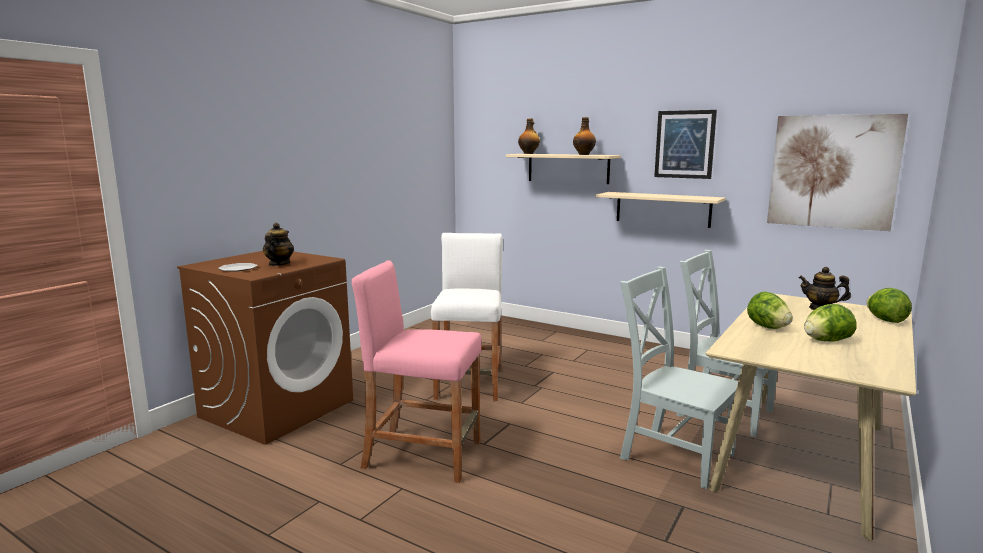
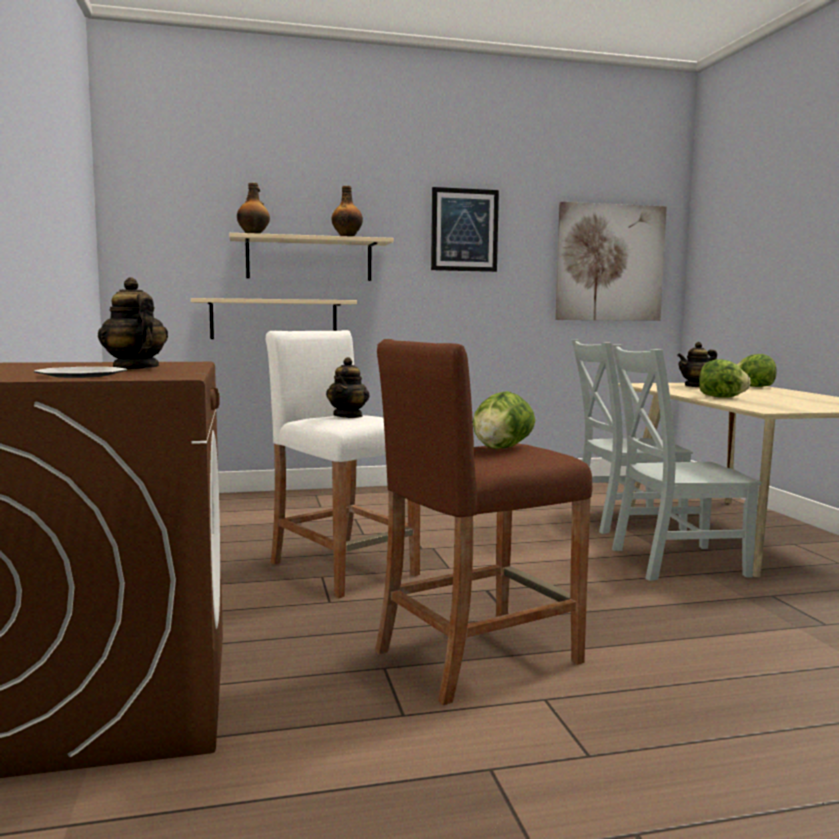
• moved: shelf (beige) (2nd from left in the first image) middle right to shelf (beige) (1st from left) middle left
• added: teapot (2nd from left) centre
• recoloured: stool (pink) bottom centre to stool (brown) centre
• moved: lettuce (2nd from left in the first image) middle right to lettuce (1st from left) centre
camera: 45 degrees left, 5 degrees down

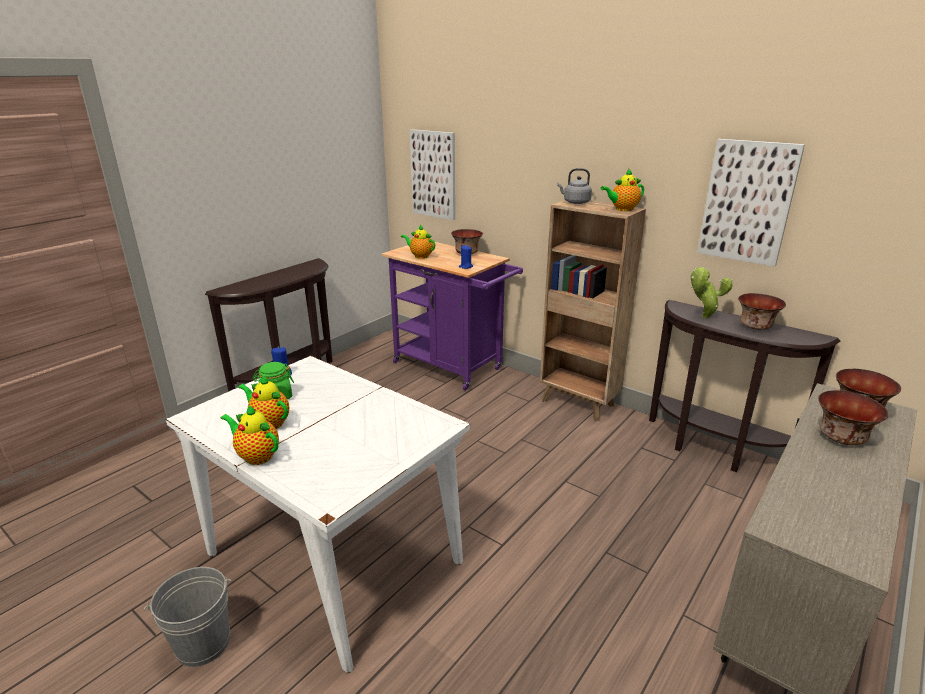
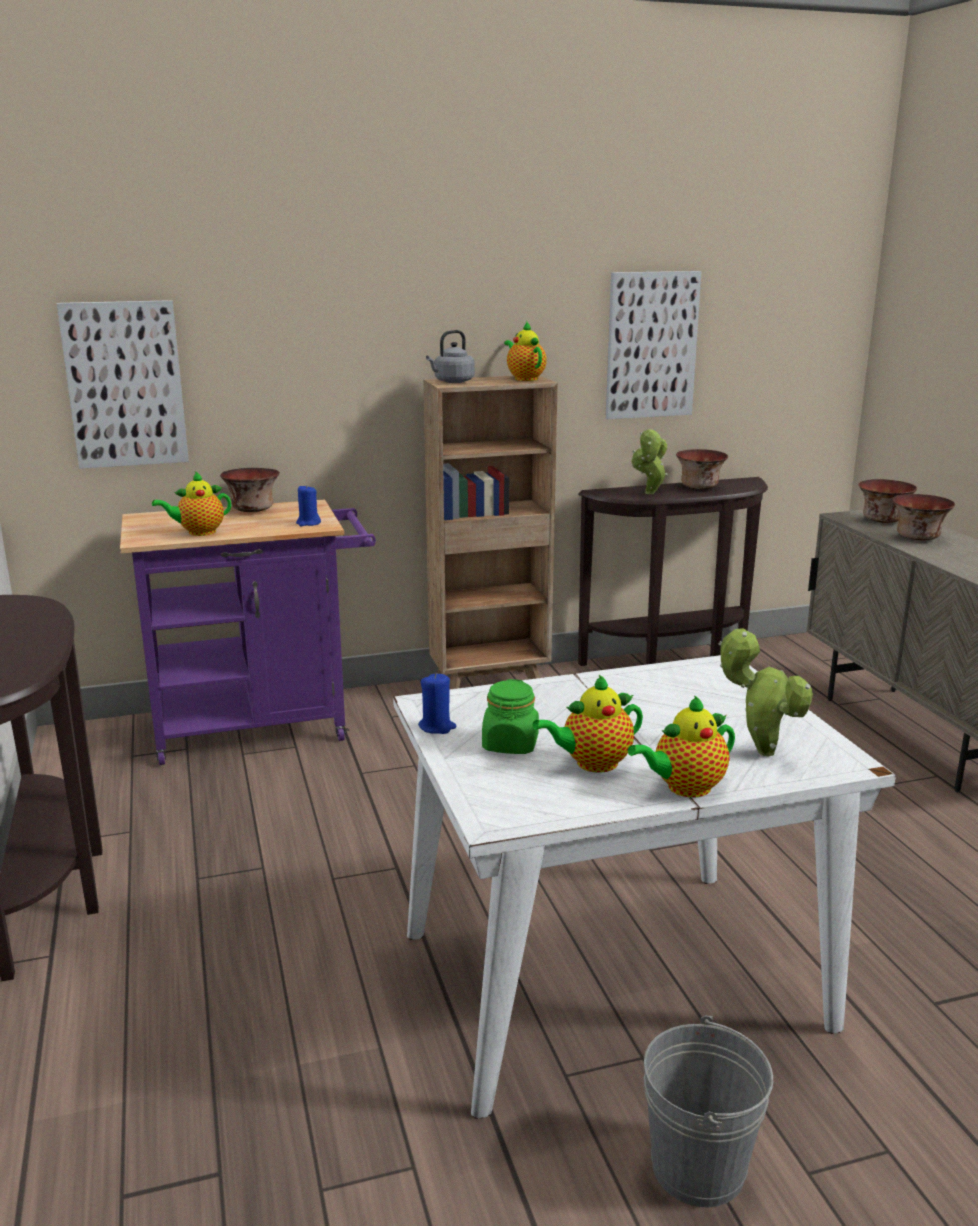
• turned: teapot (4th from left in the first image) top right = top centre 135 degrees clockwise
• added: potted plant (2nd from left) middle right
camera: 55 degrees left, 5 degrees down

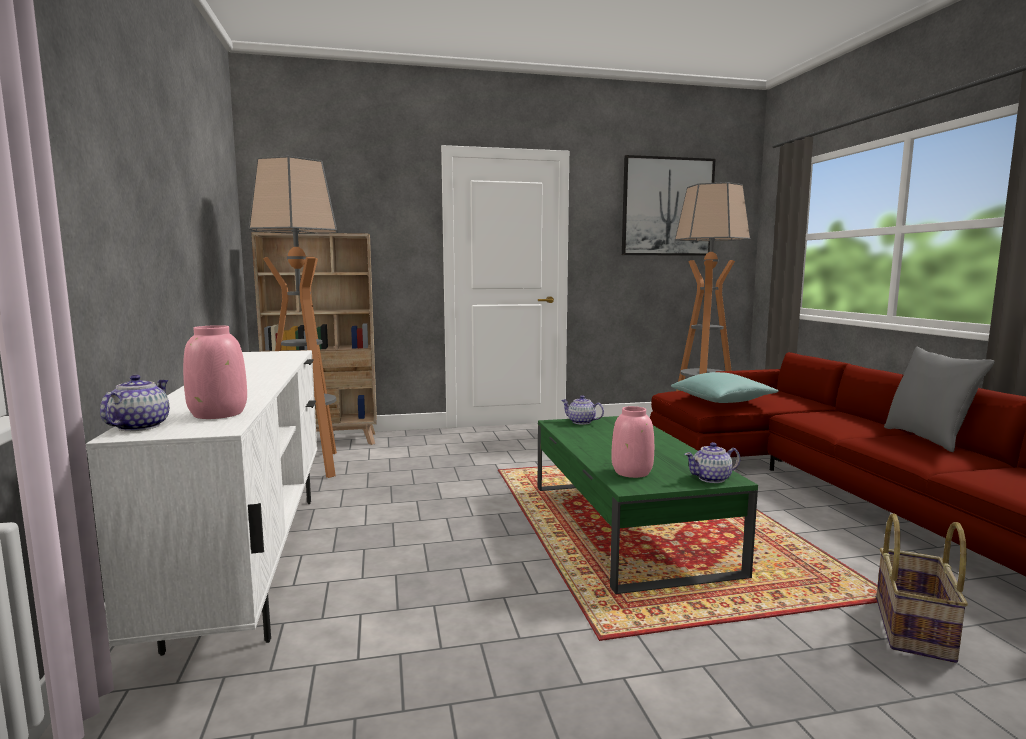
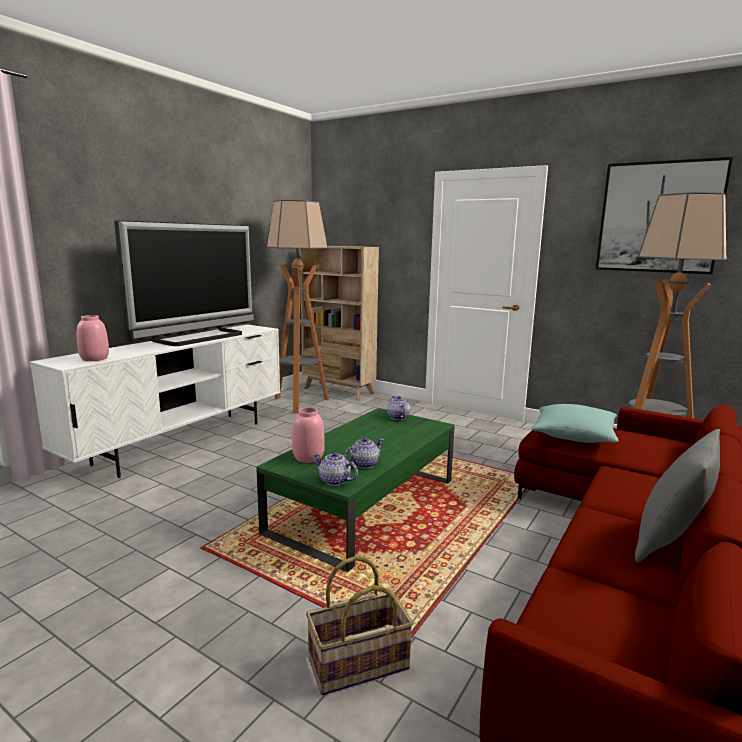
• added: television middle left
• moved: teapot (1st from left in the first image) middle left to teapot (2nd from left) centre
camera: 45 degrees right, 5 degrees up

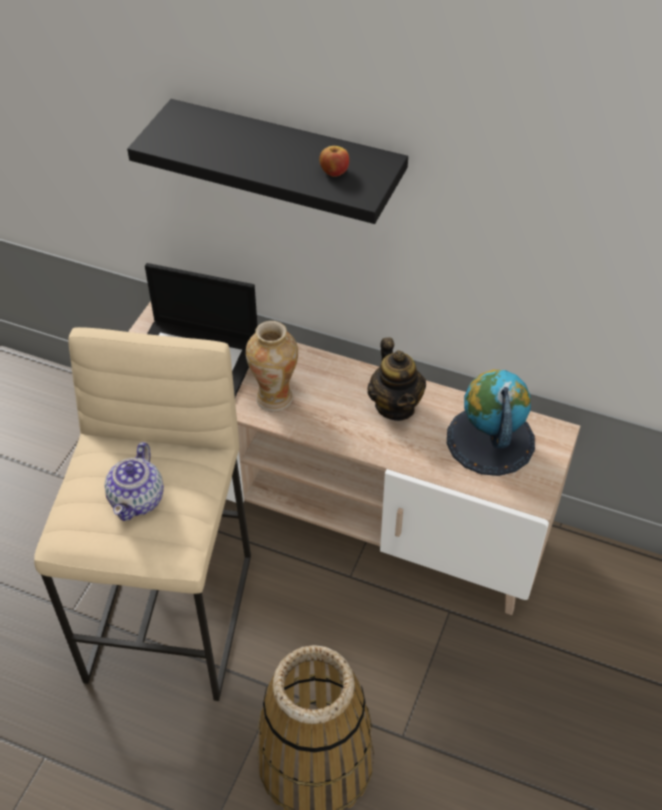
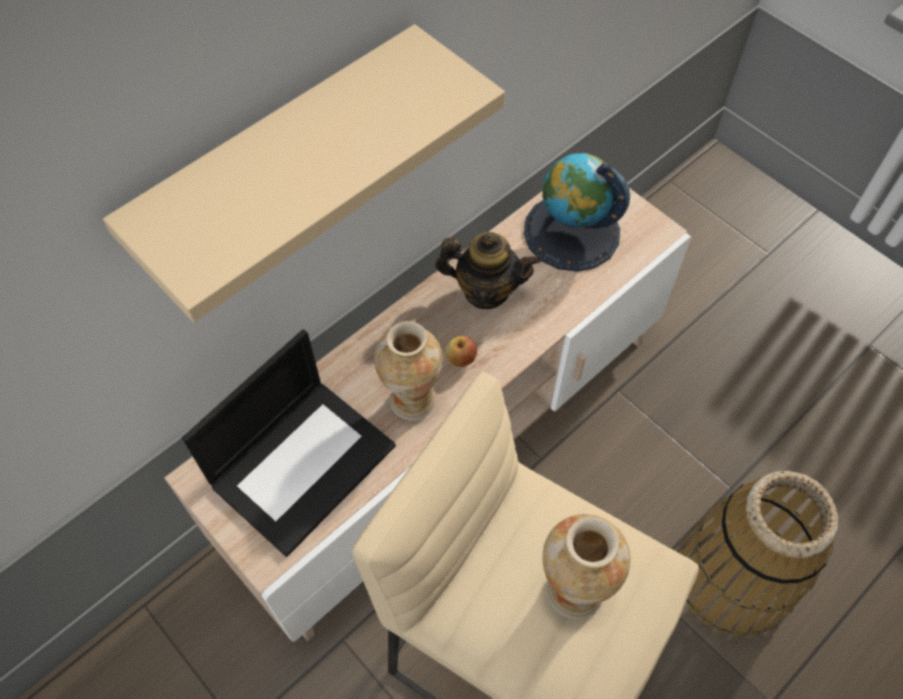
• recoloured: shelf (black) top centre to shelf (beige) top centre
• moved: apple top centre to centre
• replaced: teapot (1st from left) middle left to vase (2nd from left) bottom centre
camera: 65 degrees left, 10 degrees up

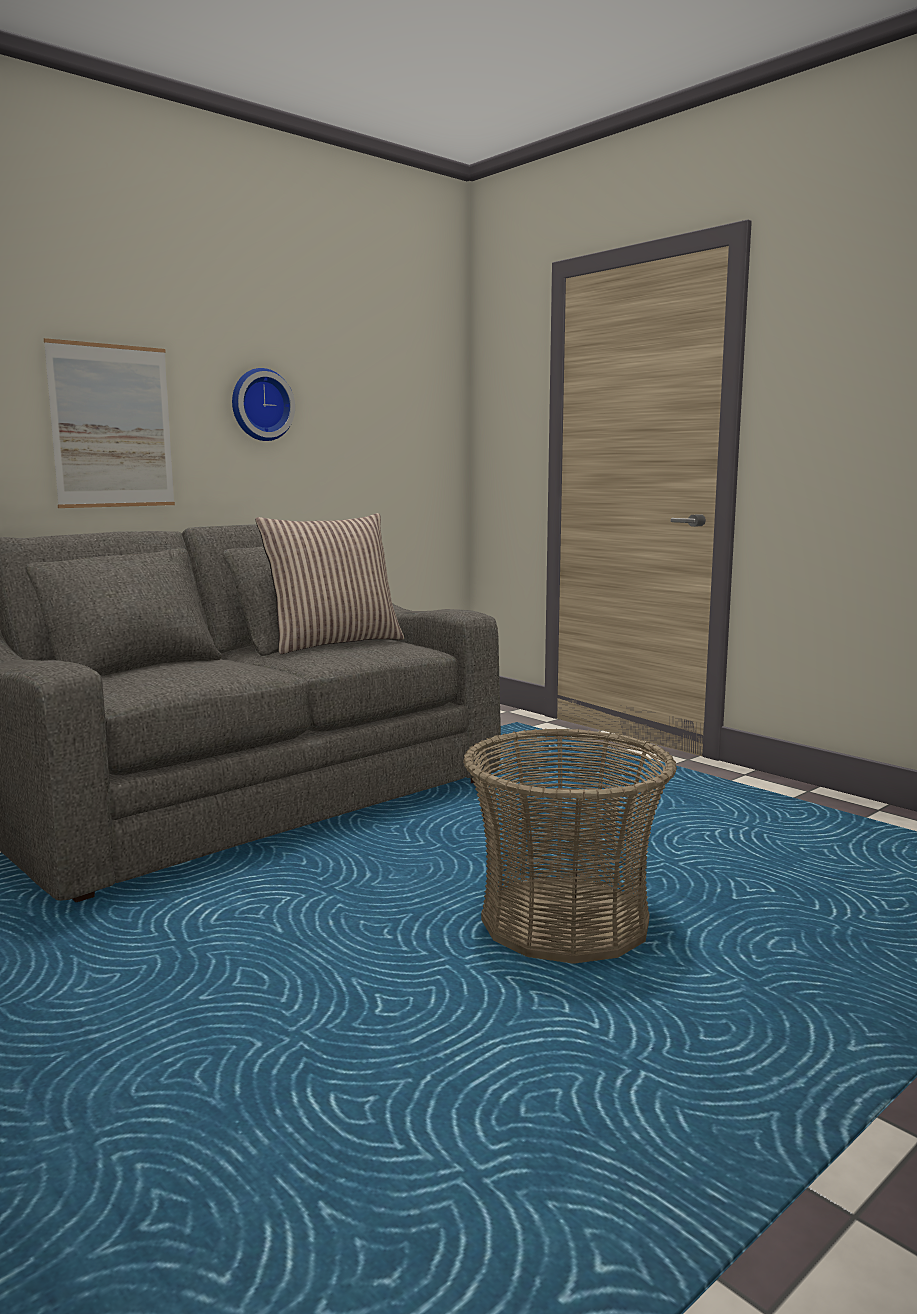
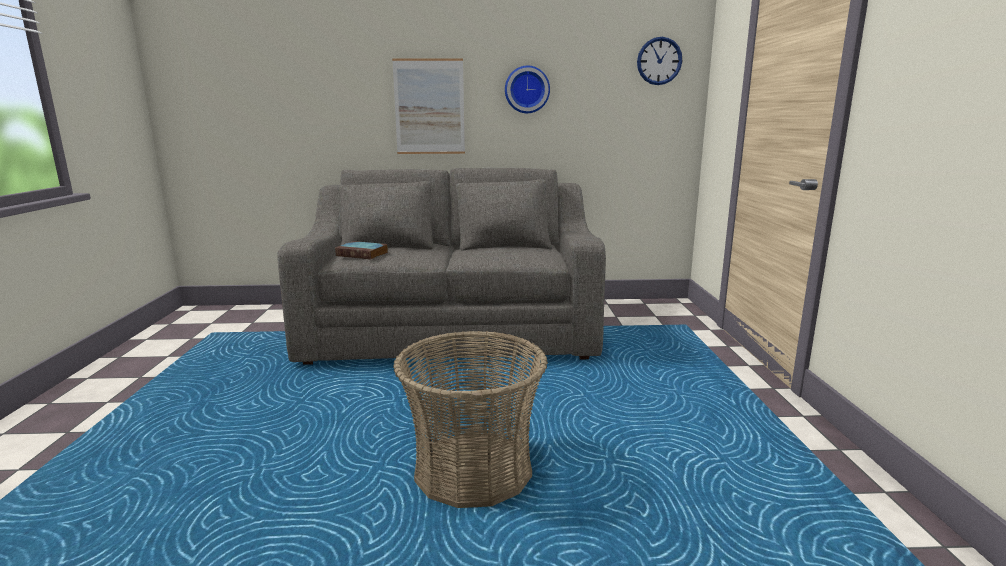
• added: book centre
• added: wall clock (2nd from left) top centre
• removed: pillow centre
camera: 40 degrees right, 5 degrees up

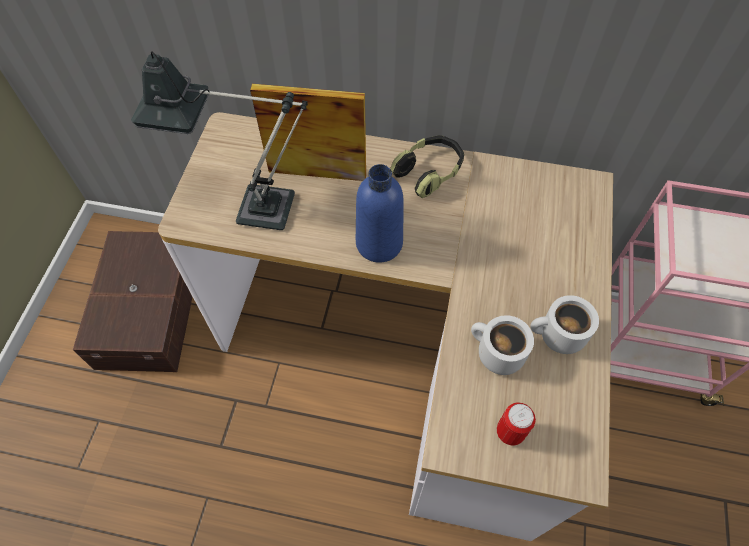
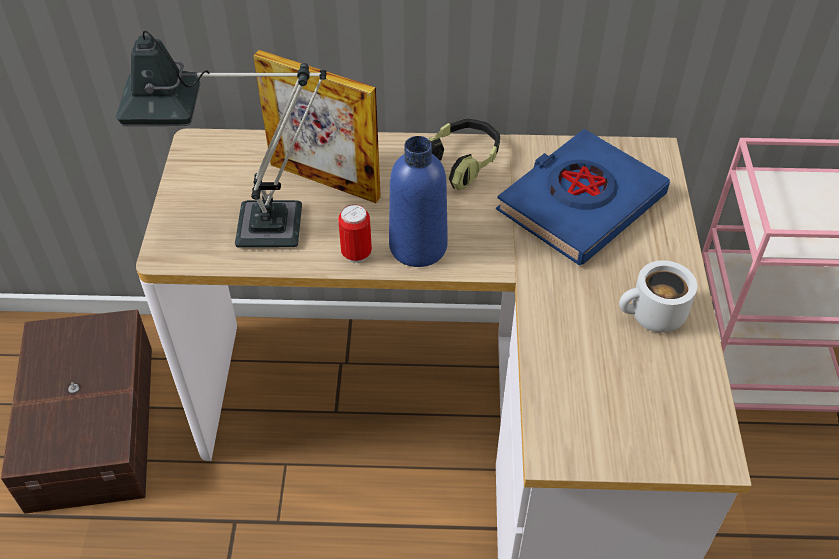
• turned: picture frame top centre = top centre 150 degrees counterclockwise
• moved: can bottom right to centre
• added: book (blue) middle right
• removed: mug (white) (1st from left) middle right
camera: 10 degrees left, 10 degrees down

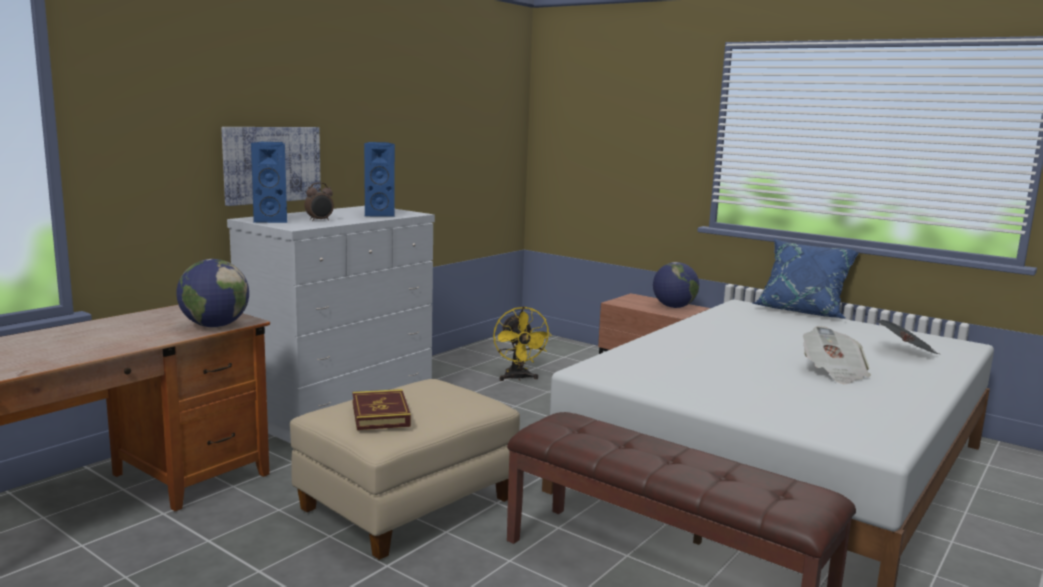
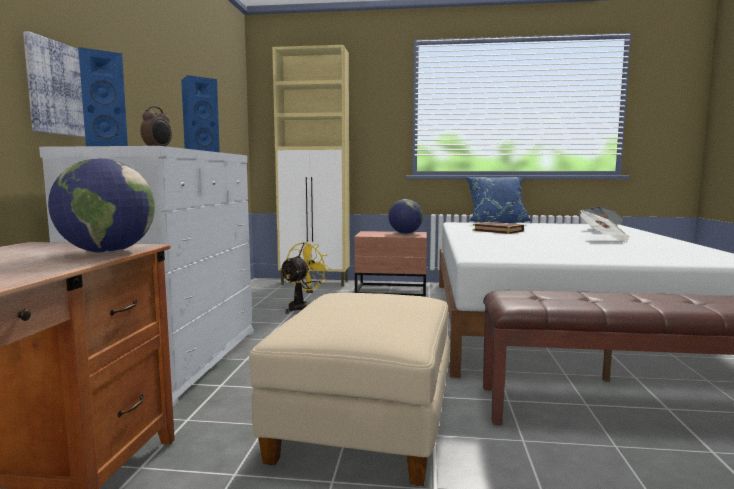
• added: cabinet (beige) centre
• turned: fan (yellow) centre = centre 105 degrees counterclockwise
• moved: book bottom centre to middle right
camera: 30 degrees left, 5 degrees down

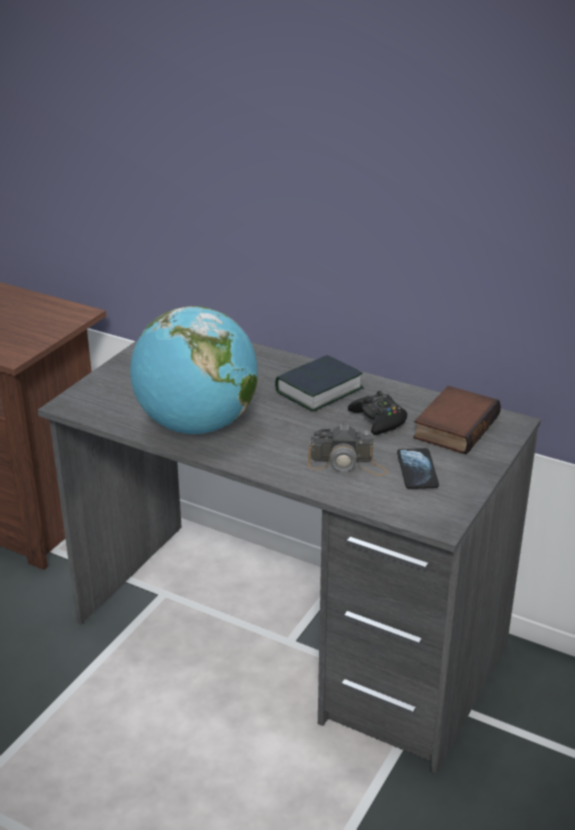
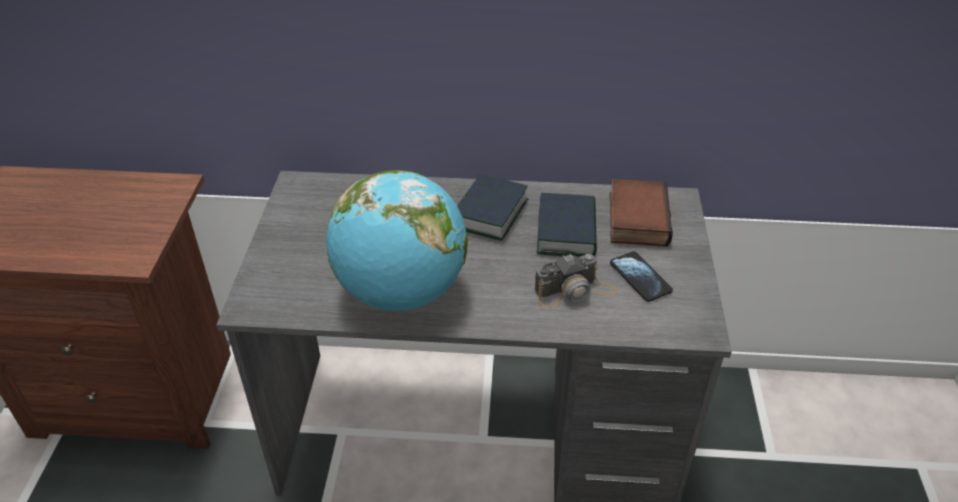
• replaced: game controller (black) centre to book (2nd from left) centre
camera: 25 degrees left, 10 degrees up

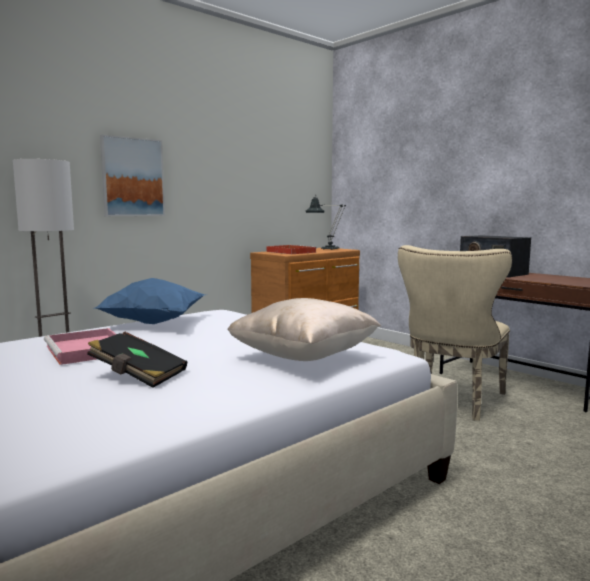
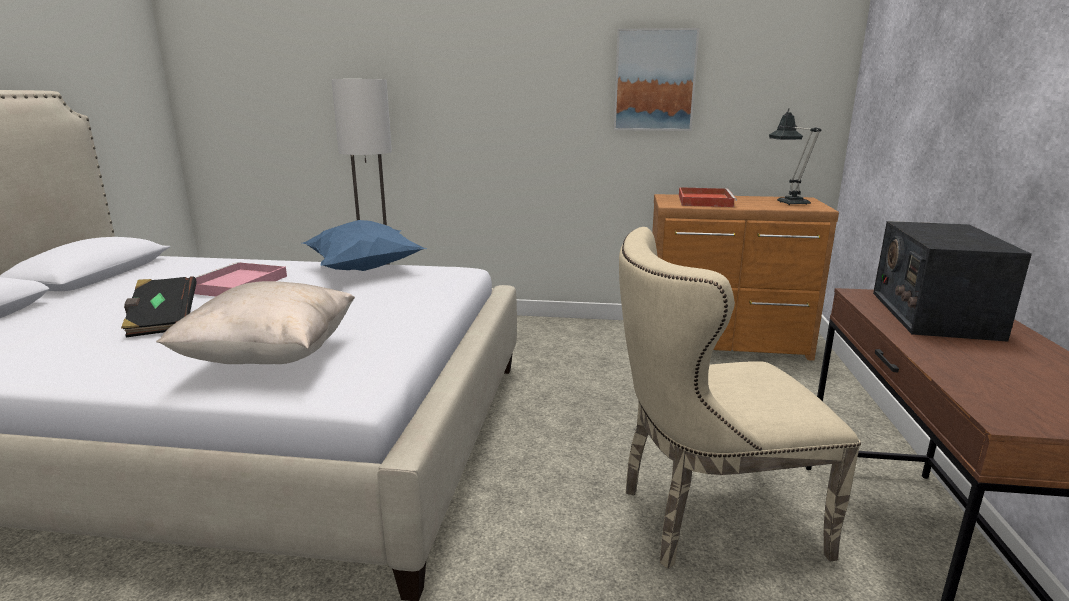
• moved: picture top left to top centre
camera: 50 degrees right, 10 degrees up

